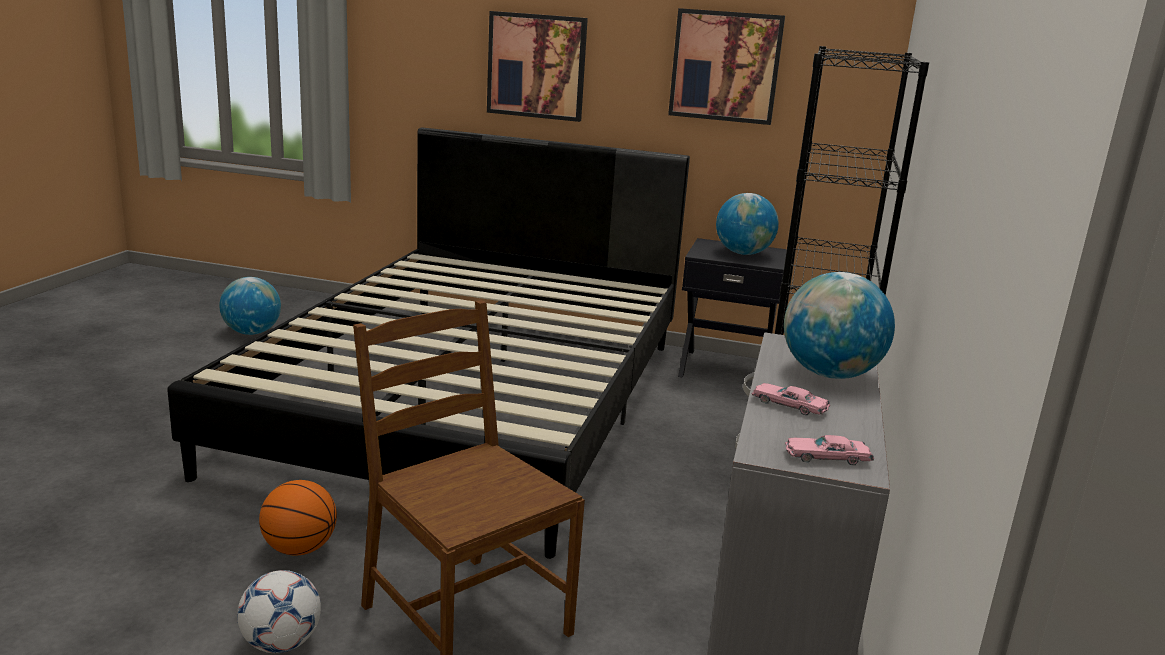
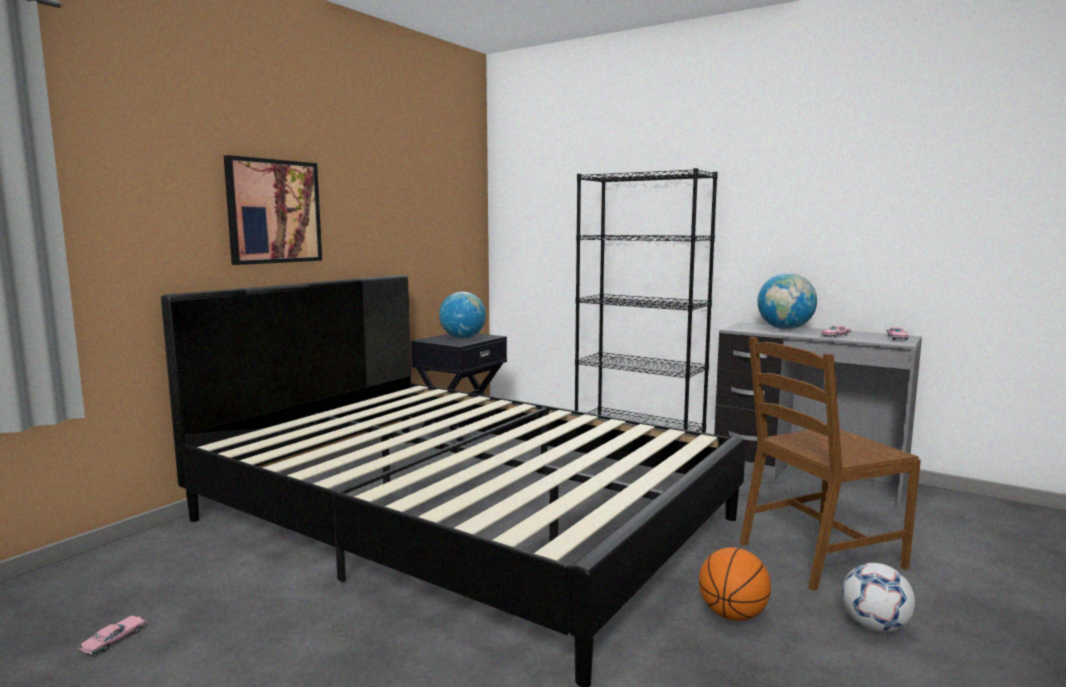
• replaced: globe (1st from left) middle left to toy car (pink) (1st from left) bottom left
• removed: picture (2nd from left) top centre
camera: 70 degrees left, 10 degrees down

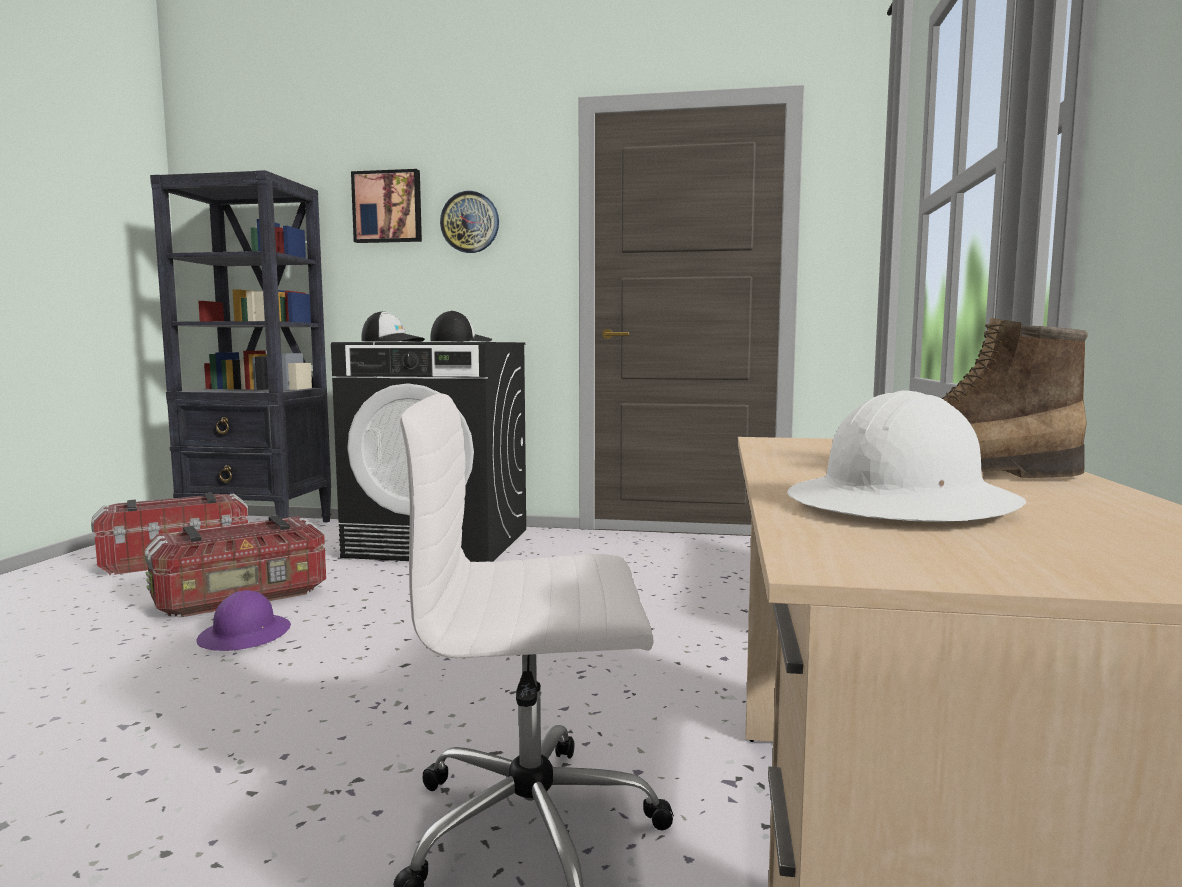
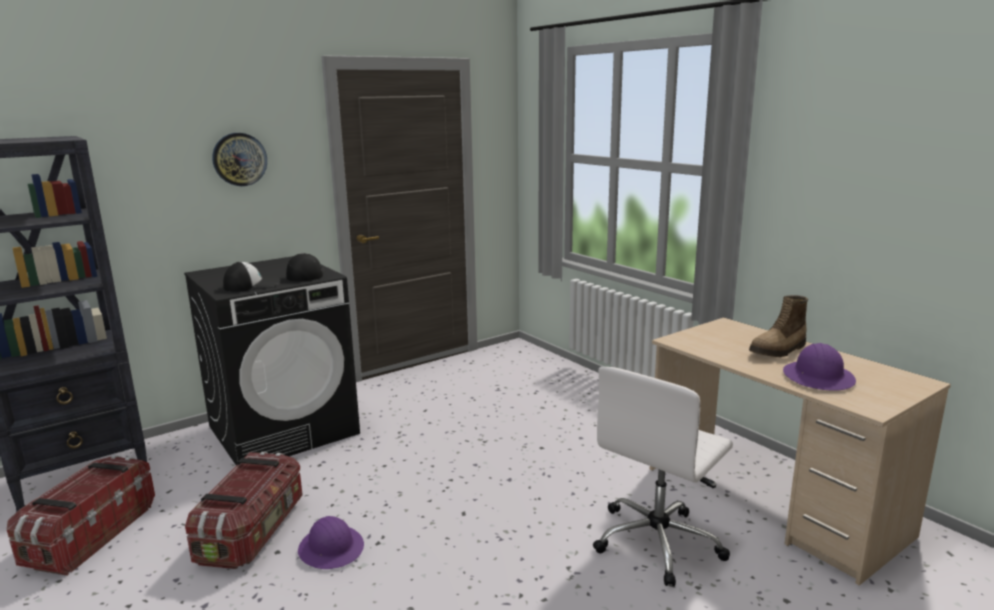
• recoloured: hard hat (white) middle right to hard hat (purple) (2nd from left) middle right
• removed: picture top left
camera: 45 degrees left, 10 degrees up

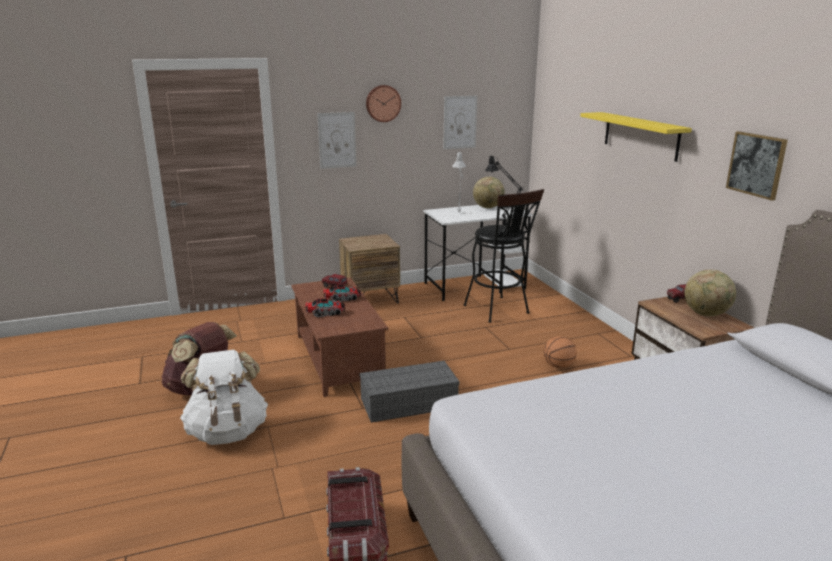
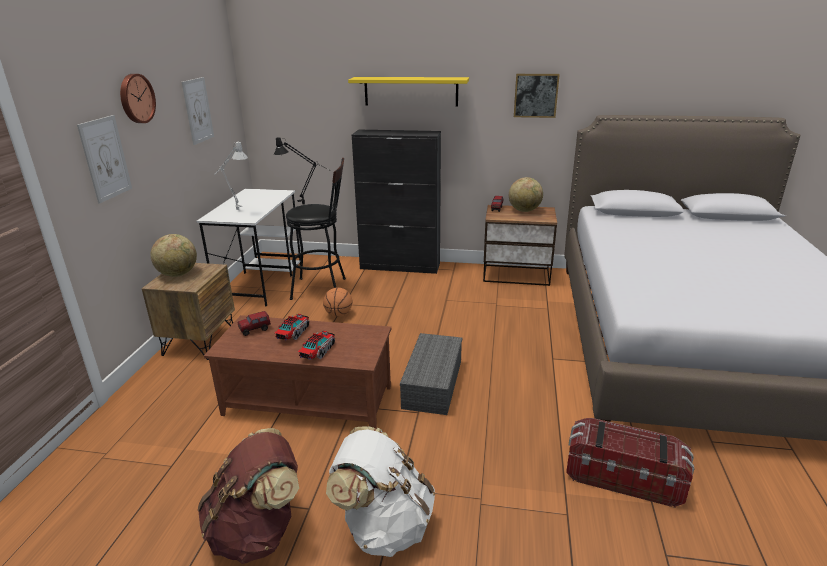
• moved: globe (1st from left) centre to middle left
• moved: basketball middle right to centre
• added: cabinet (black) centre
camera: 60 degrees left, 5 degrees up

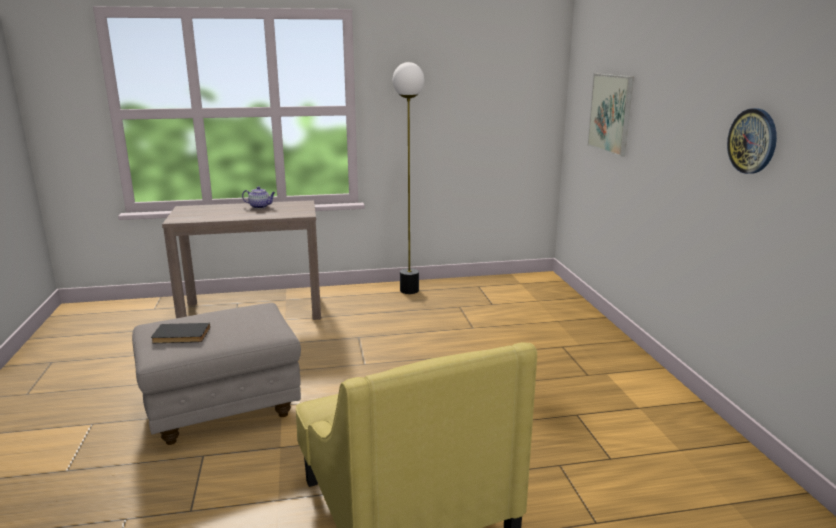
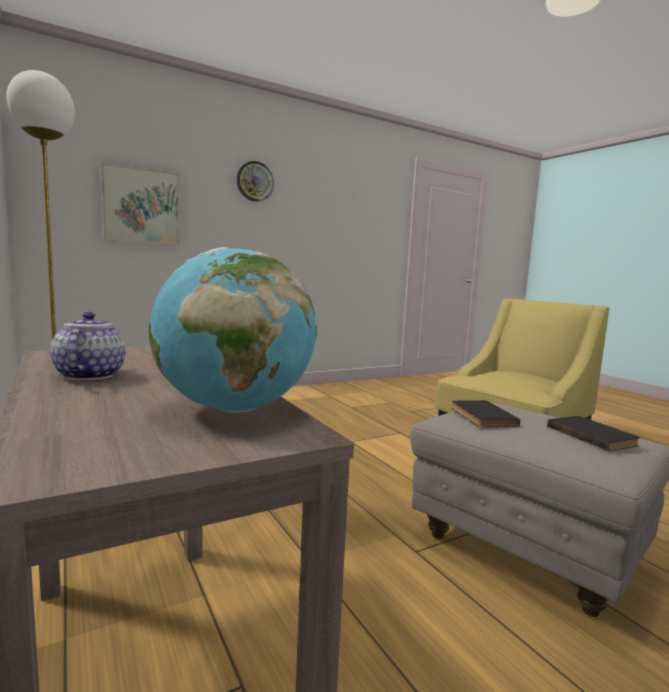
• added: globe centre
• moved: wall clock top right to top centre
• added: book (black) (1st from left) middle right
camera: 110 degrees left, 10 degrees down

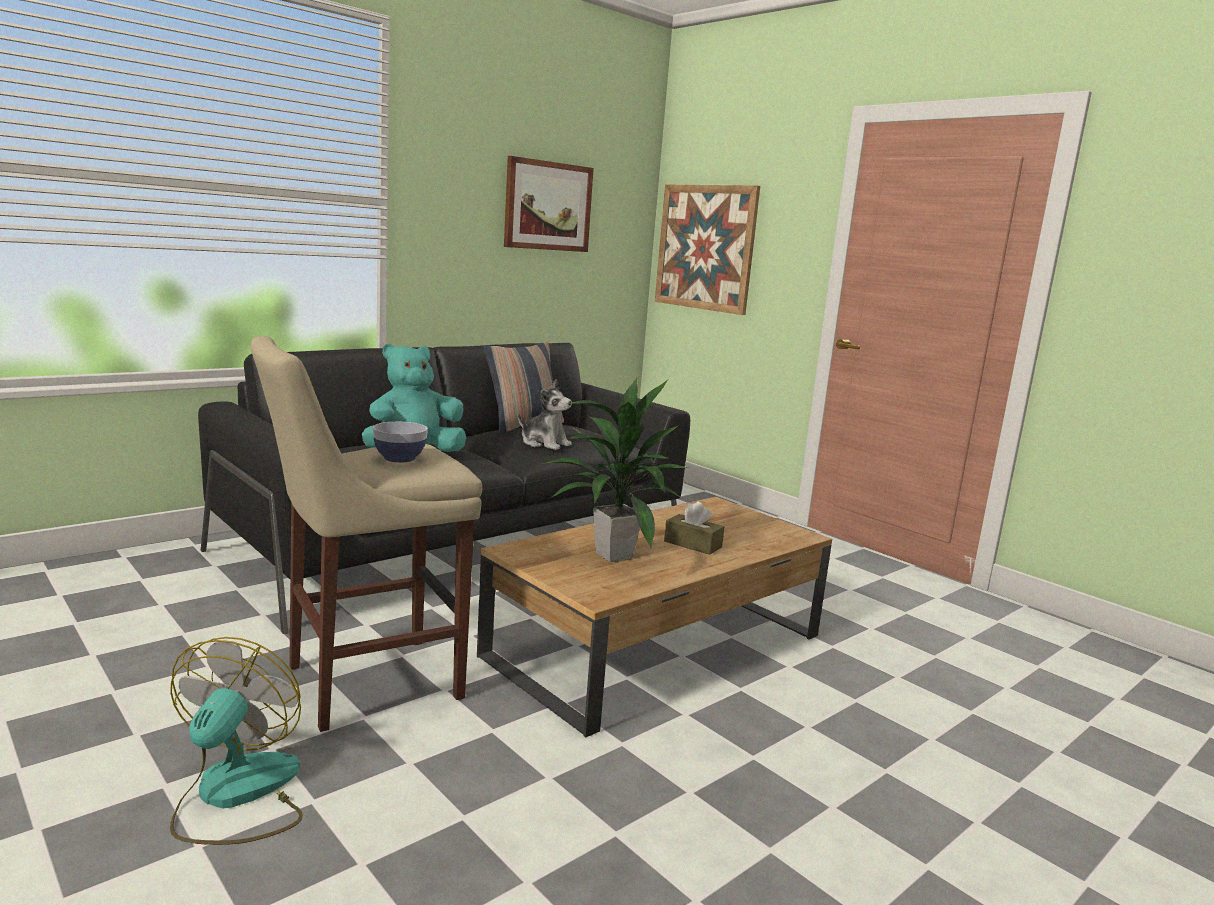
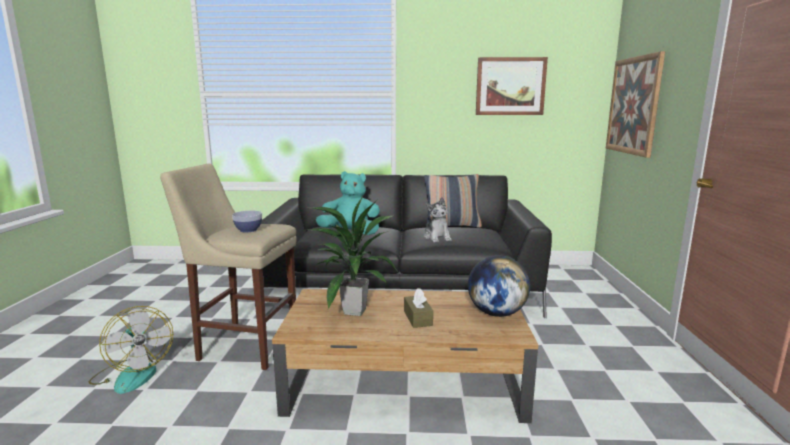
• turned: fan bottom left = bottom left 90 degrees clockwise
• added: globe centre
camera: 45 degrees right, 0 degrees up

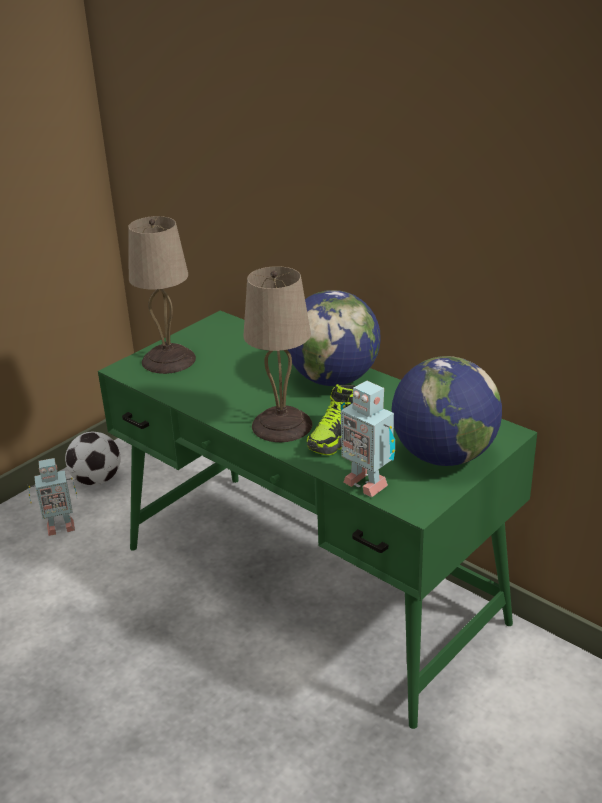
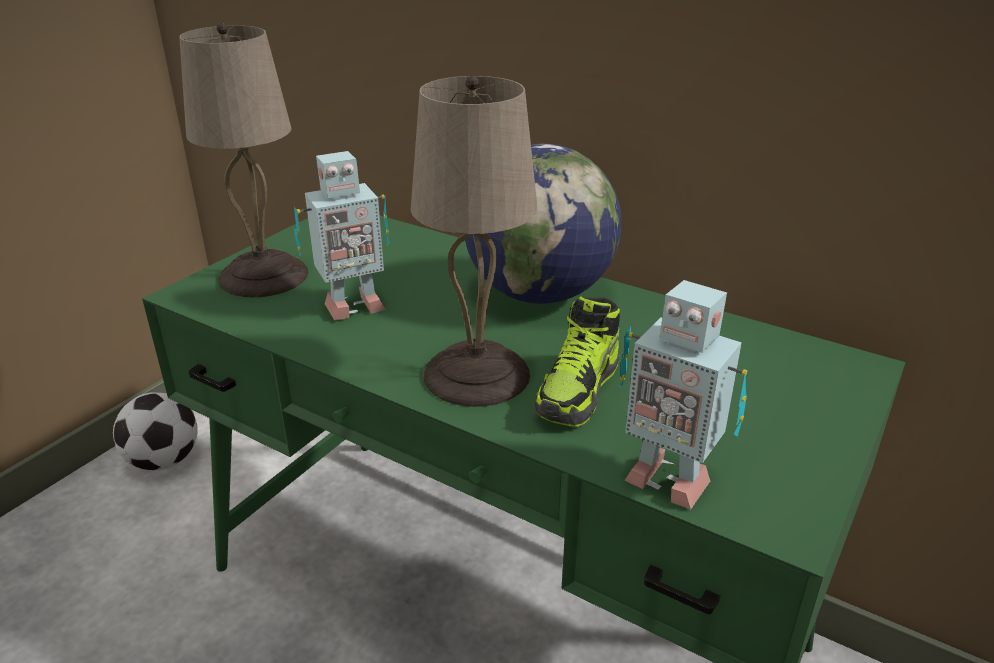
• moved: toy robot (1st from left) middle left to centre
• removed: globe (2nd from left) middle right
camera: 10 degrees left, 0 degrees up

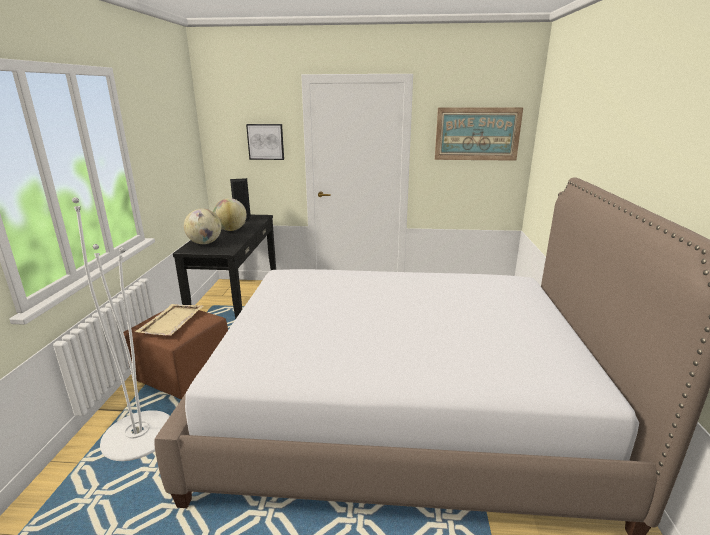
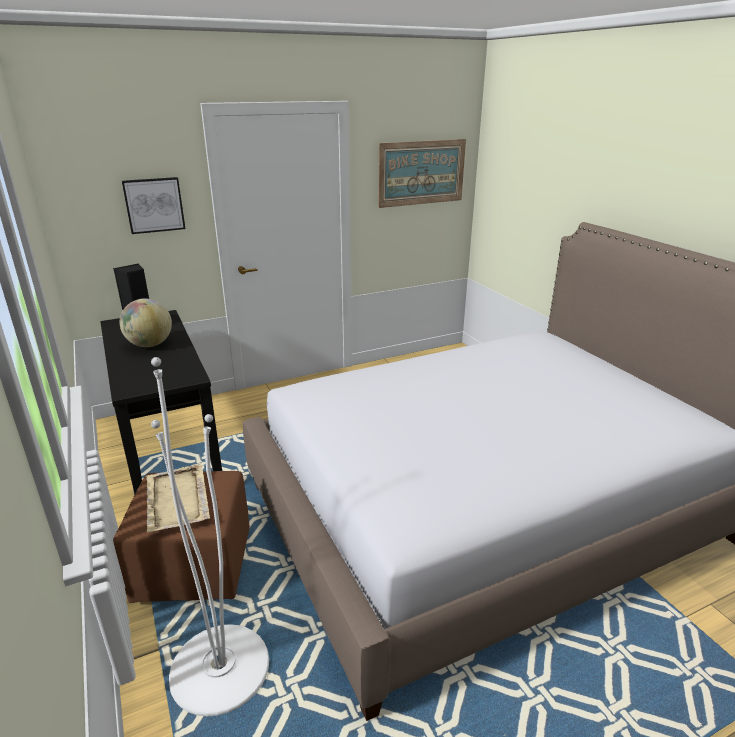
• removed: globe (1st from left) middle left
camera: 30 degrees left, 5 degrees up

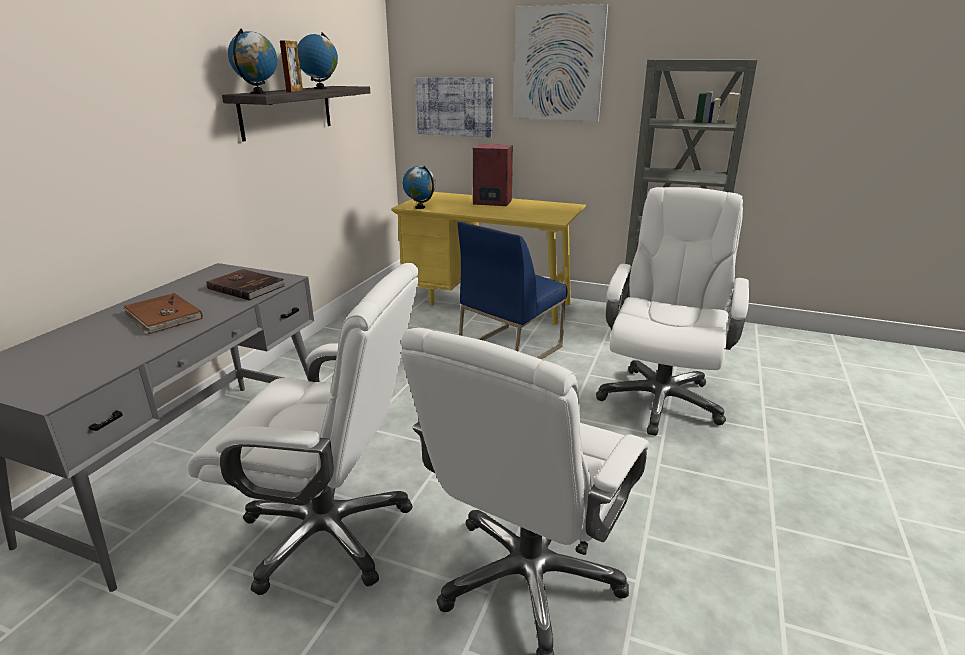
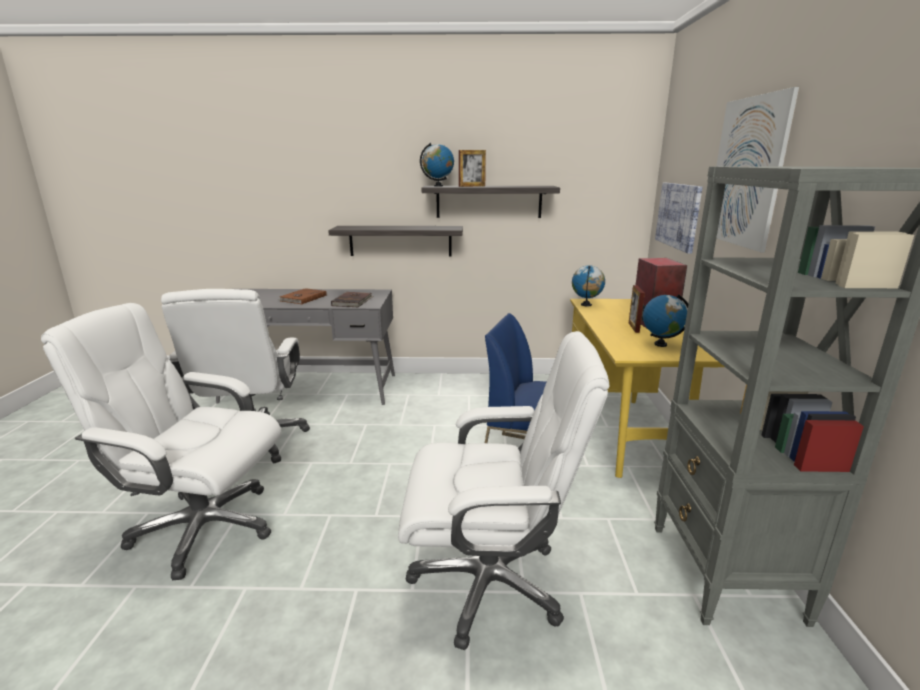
• added: shelf (1st from left) centre
• added: picture frame (2nd from left) middle right
• moved: globe (2nd from left in the first image) top left to globe (3rd from left) middle right
camera: 70 degrees right, 5 degrees down

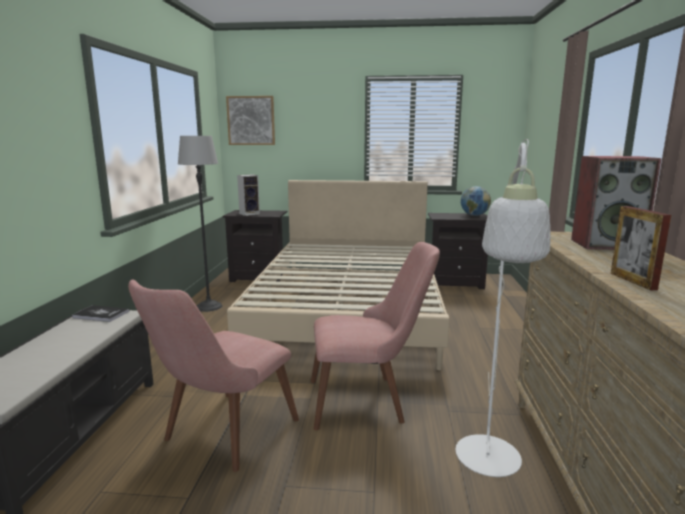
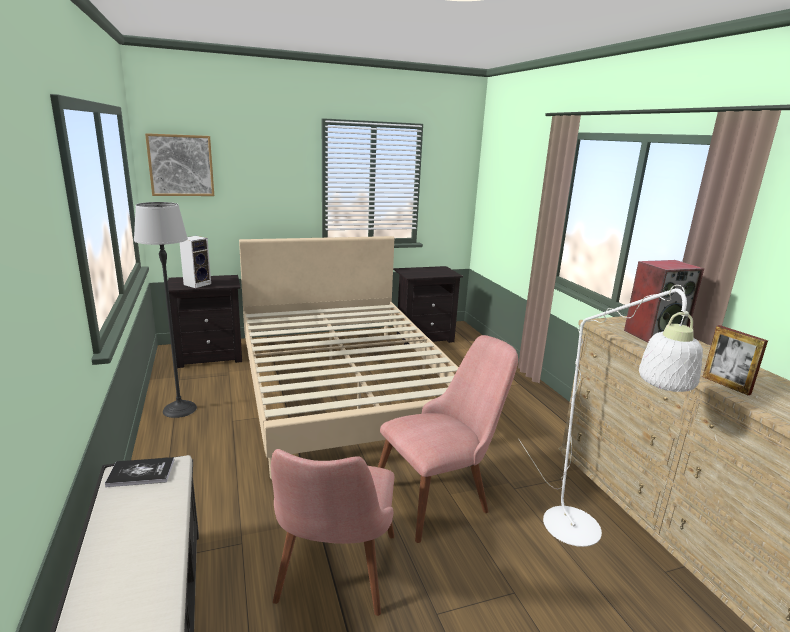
• removed: globe middle right
camera: 25 degrees left, 5 degrees up

